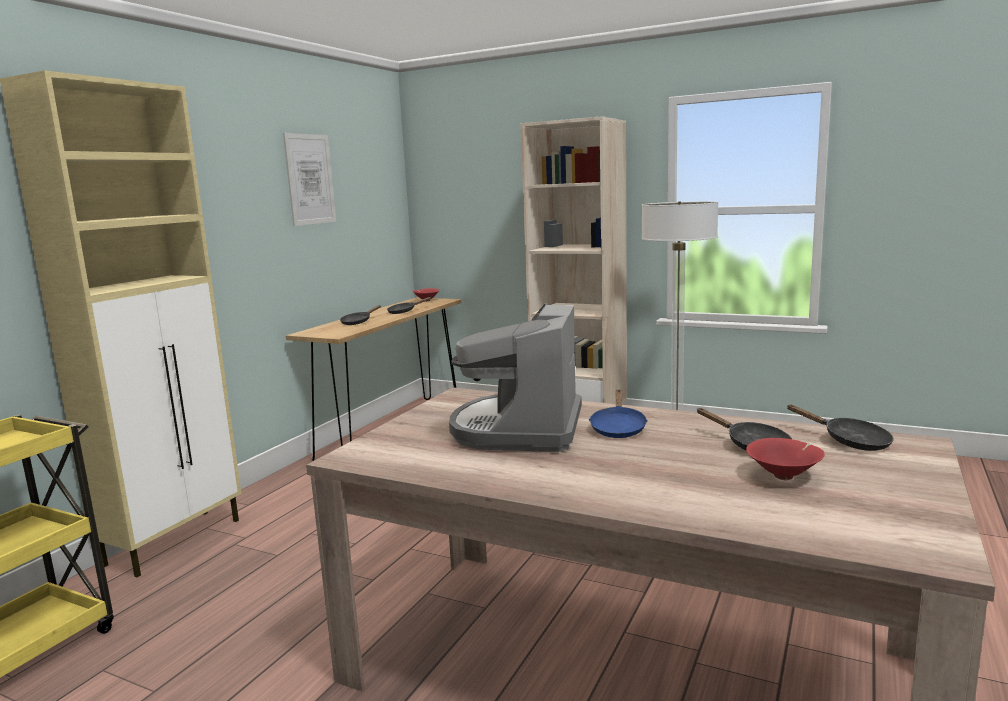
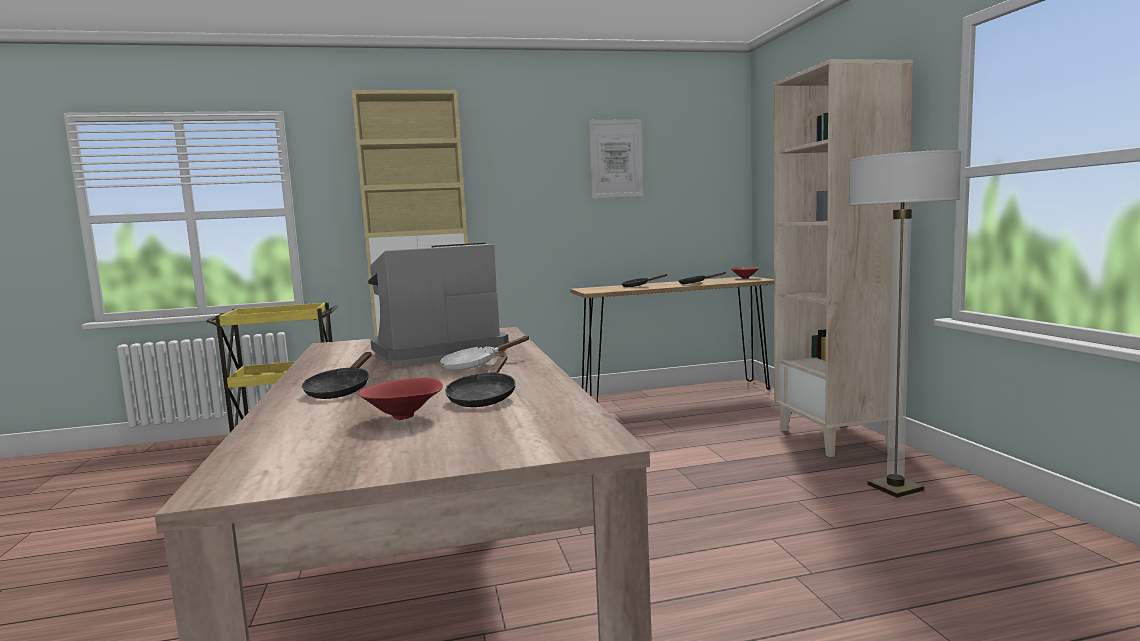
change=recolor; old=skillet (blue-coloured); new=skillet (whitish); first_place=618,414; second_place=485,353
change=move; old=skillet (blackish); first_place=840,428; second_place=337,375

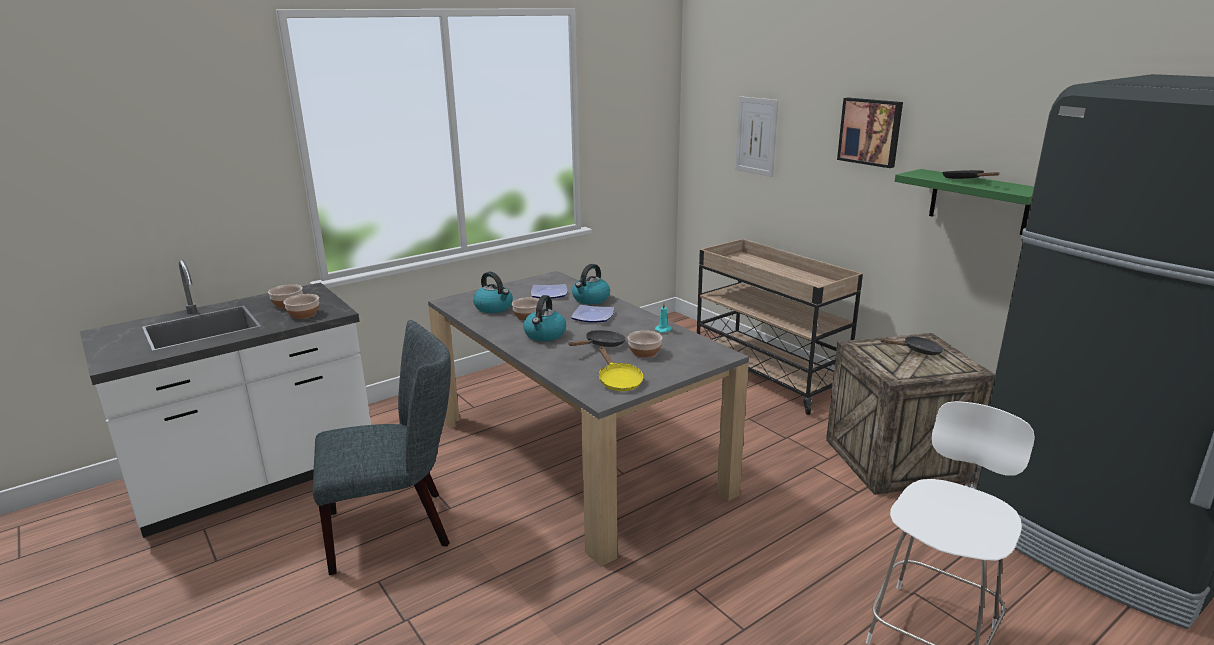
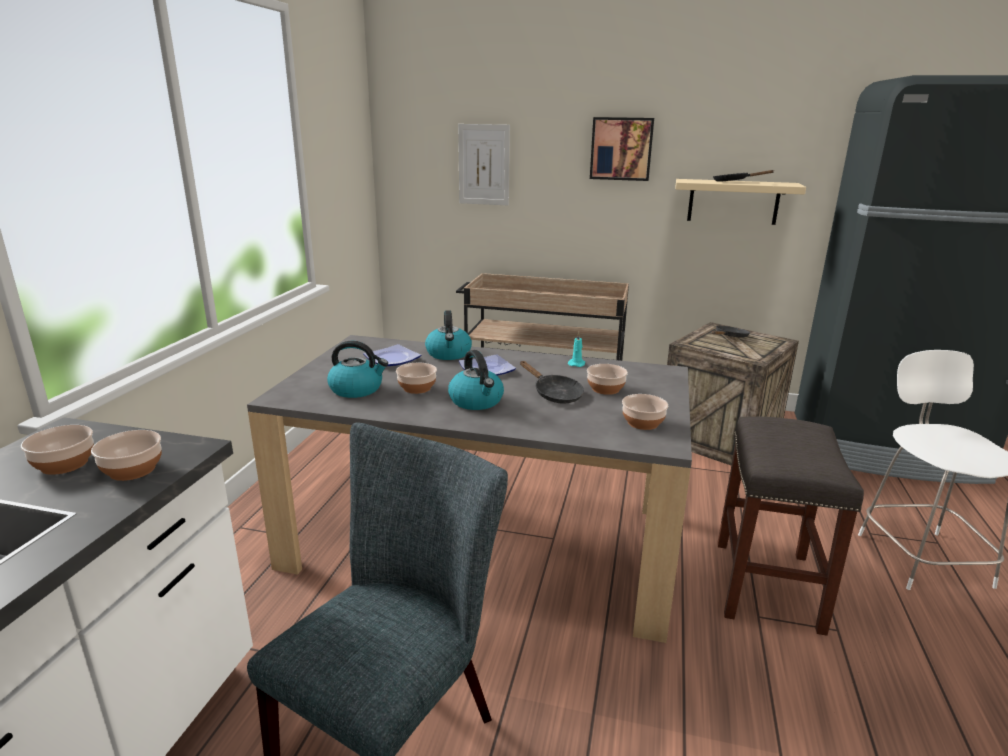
change=rotate; old=skillet (blackish); first_place=597,338; second_place=552,382; degrees=135
change=replace; old=skillet (yellow); new=serving bowl; first_place=621,369; second_place=645,412
change=recolor; old=shelf (greenish); new=shelf (beige); first_place=964,202; second_place=741,202
change=insert; new=stool (grey); second_place=790,526

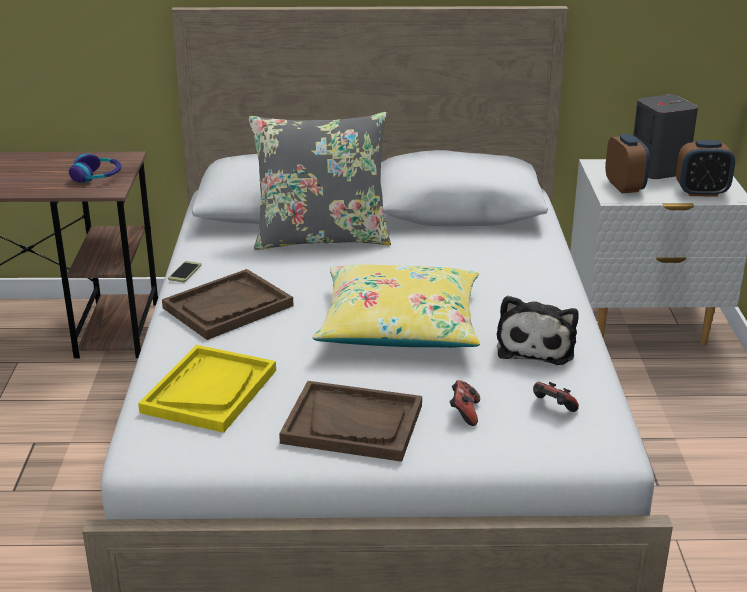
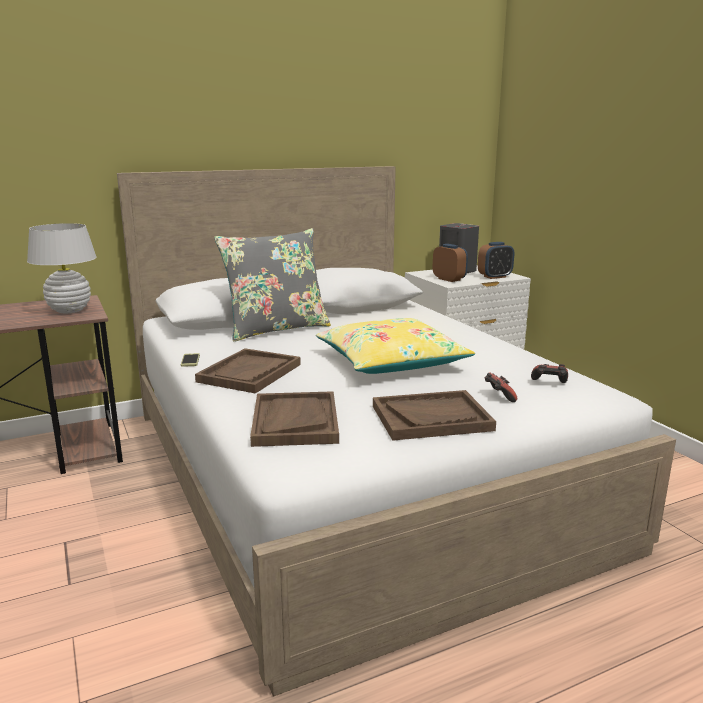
change=replace; old=pair of headphones; new=table lamp (whitish); first_place=95,168; second_place=62,268
change=recolor; old=serving tray (yellow); new=serving tray (brown-coloured); first_place=207,389; second_place=294,419
change=delete; old=cuddly toy; first_place=538,330

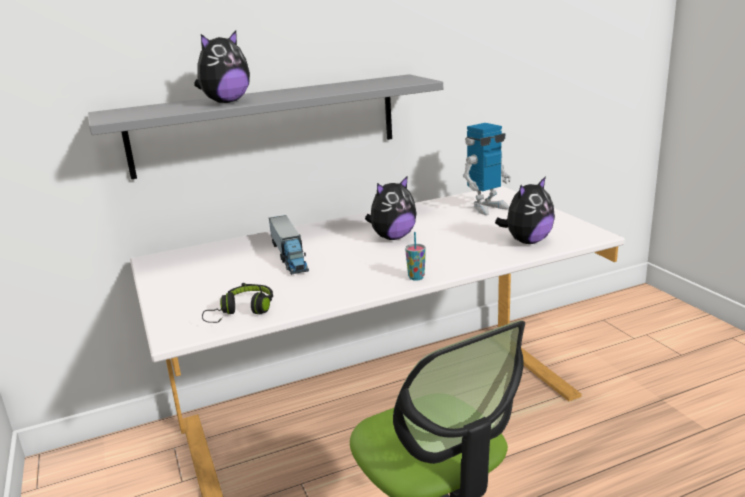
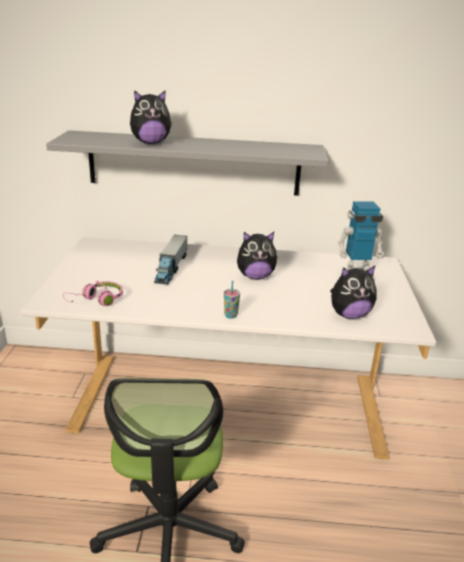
change=recolor; old=pair of headphones (blackish); new=pair of headphones (pink); first_place=237,303; second_place=93,293

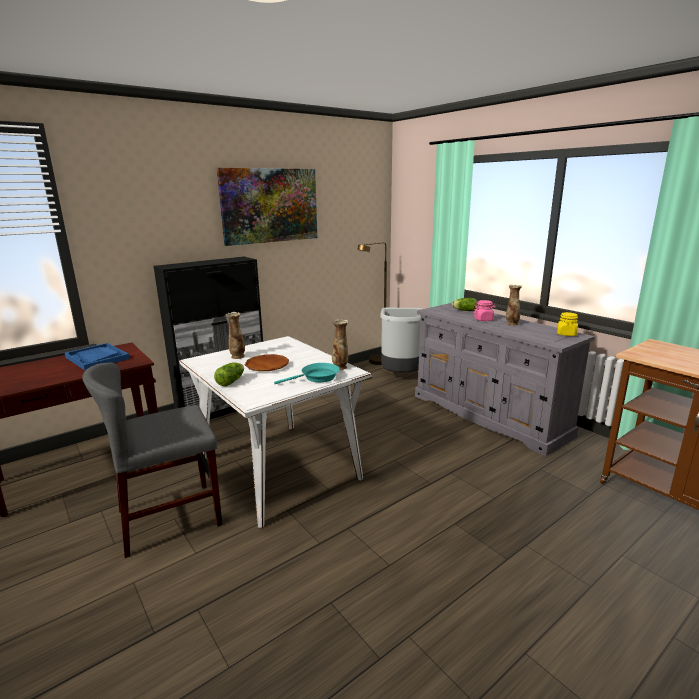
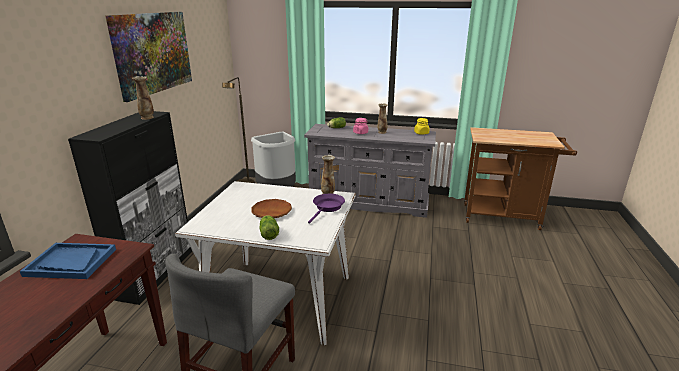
change=move; old=vase; first_place=235,335; second_place=143,98
change=recolor; old=skillet (turquoise-coloured); new=skillet (purple); first_place=307,373; second_place=326,209

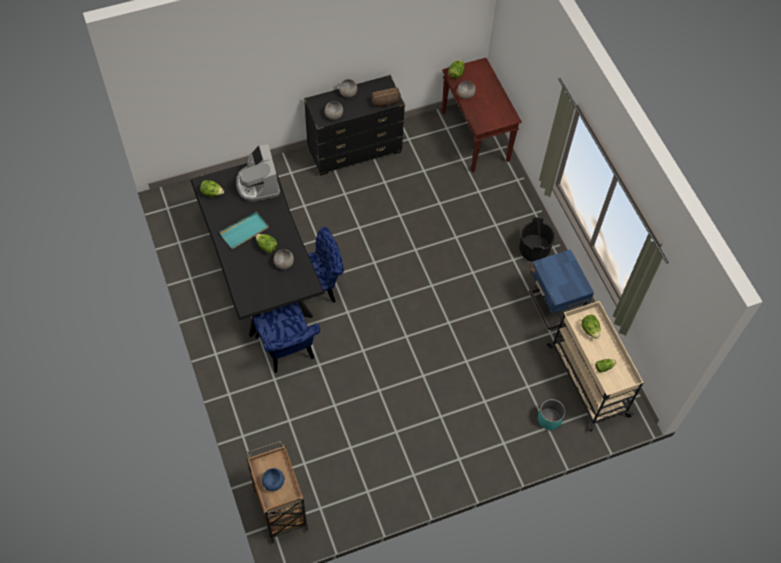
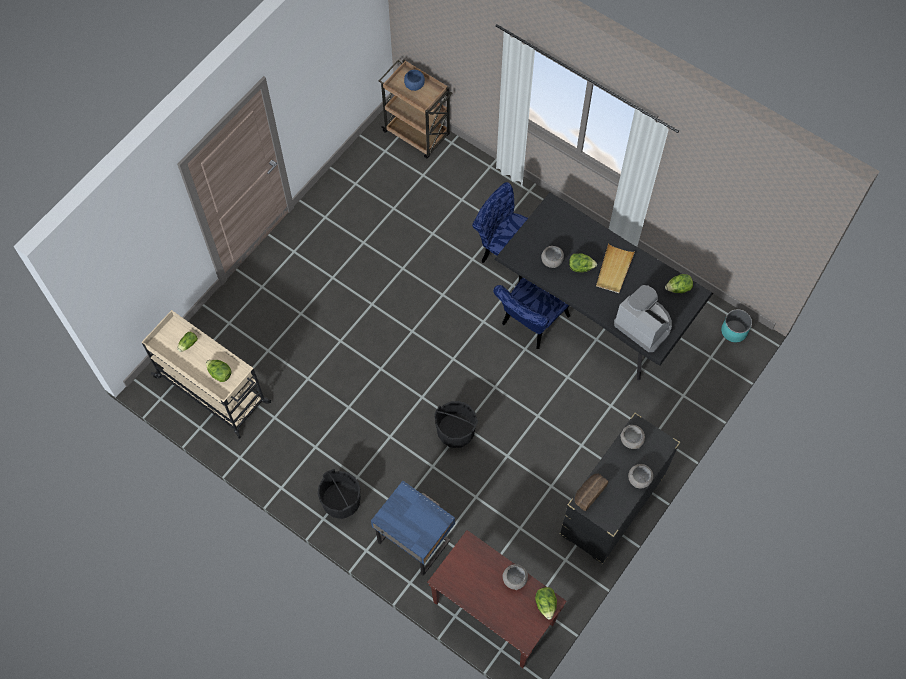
change=recolor; old=serving tray (turquoise-coloured); new=serving tray (beige); first_place=244,230; second_place=615,268
change=move; old=nightstand (blue-coloured); first_place=561,289; second_place=413,528
change=move; old=plant pot (turquoise-coloured); first_place=551,414; second_place=736,326
change=insert; new=pail (blackish); second_place=456,424

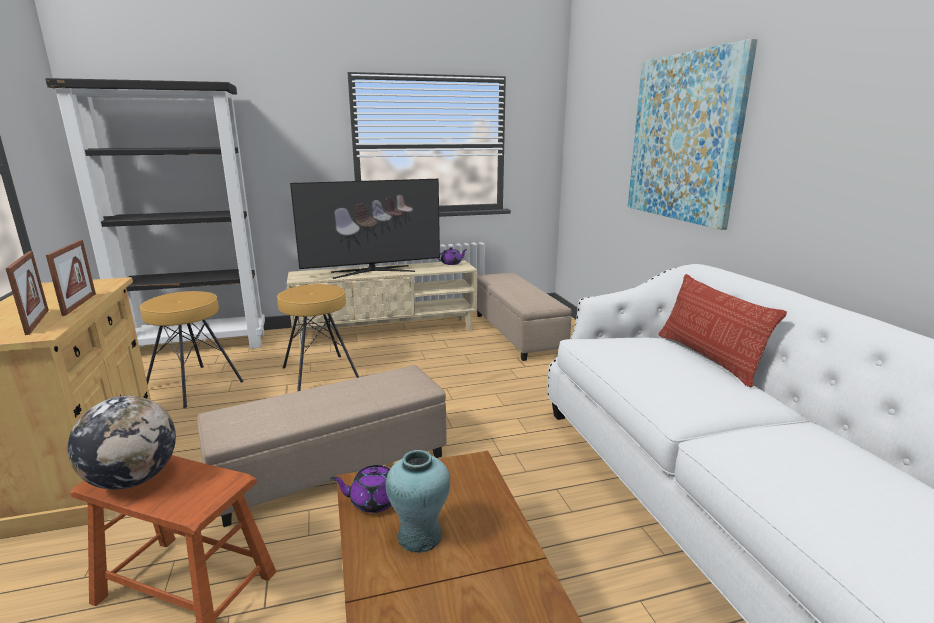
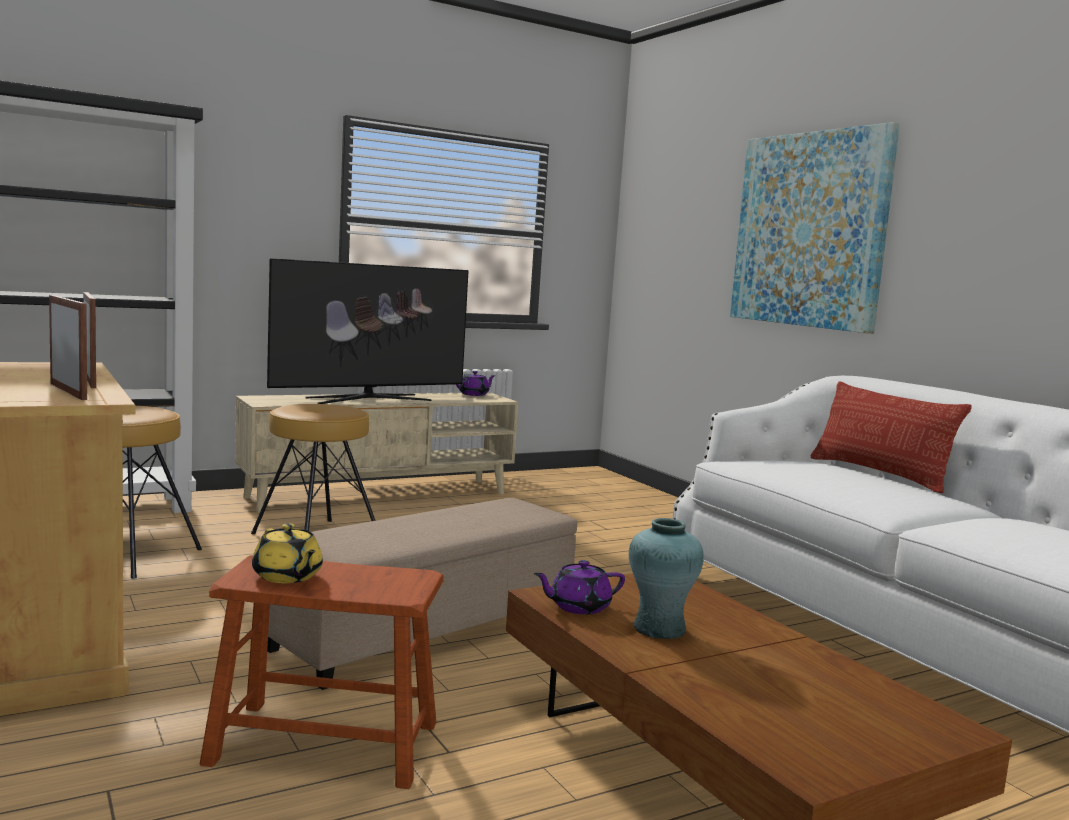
change=replace; old=desk globe; new=tea pot (yellow); first_place=121,443; second_place=287,553
change=delete; old=footrest (beige); first_place=524,317

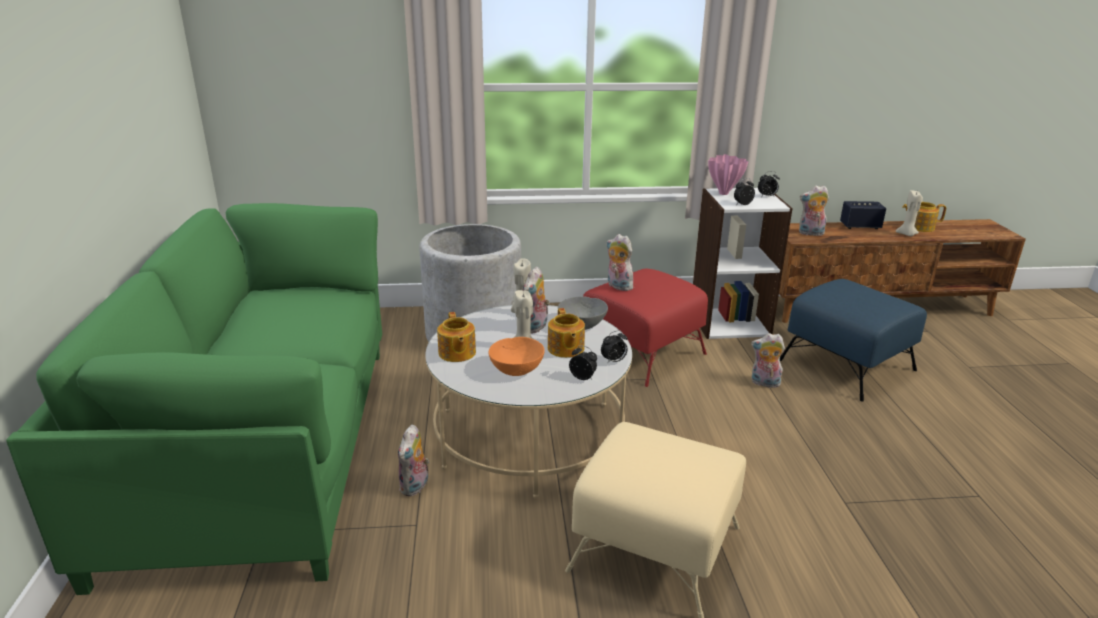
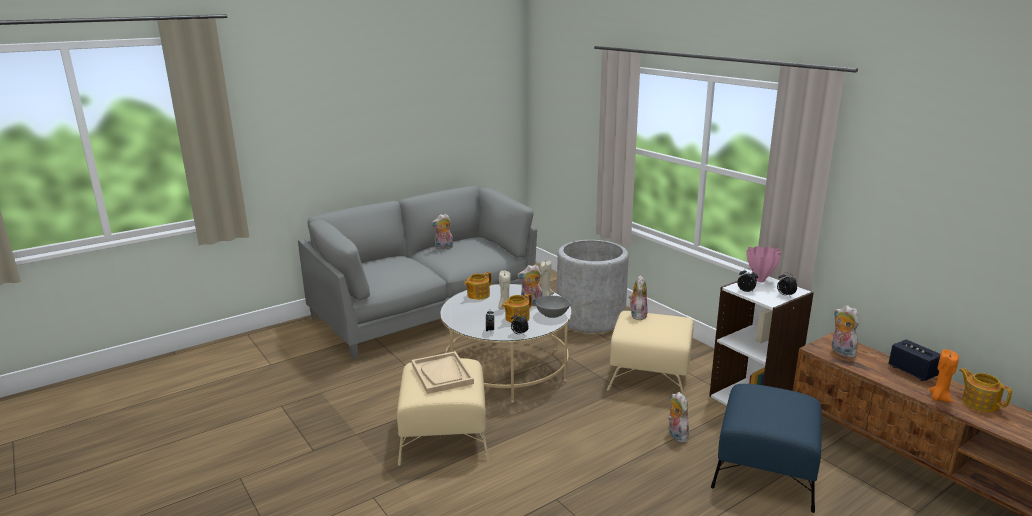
change=recolor; old=couch (greenish); new=couch (grey); first_place=194,399; second_place=417,272
change=move; old=cuddly toy; first_place=413,460; second_place=442,231
change=delete; old=serving bowl (orange); first_place=517,356
change=recolor; old=footrest (reddish); new=footrest (beige); first_place=645,328; second_place=650,353
change=recolor; old=wax light (beige); new=wax light (orange); first_place=909,213; second_place=944,375
change=insert; new=serving tray (beige); second_place=443,372

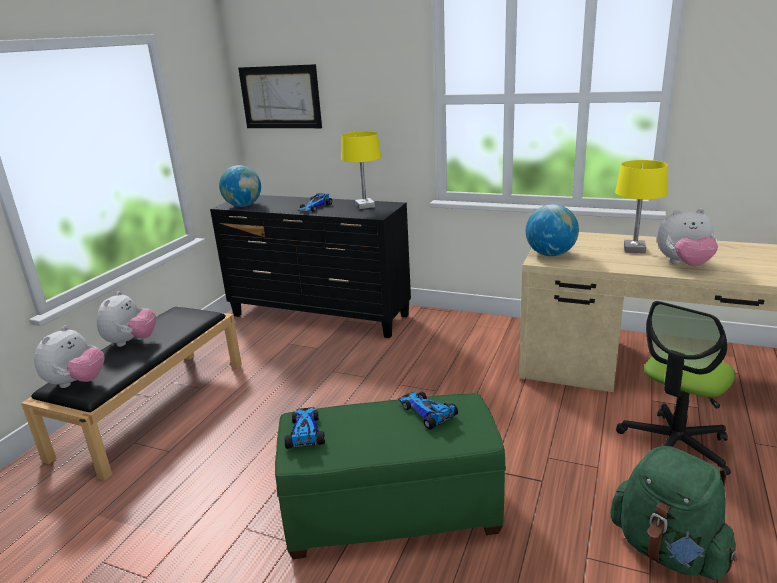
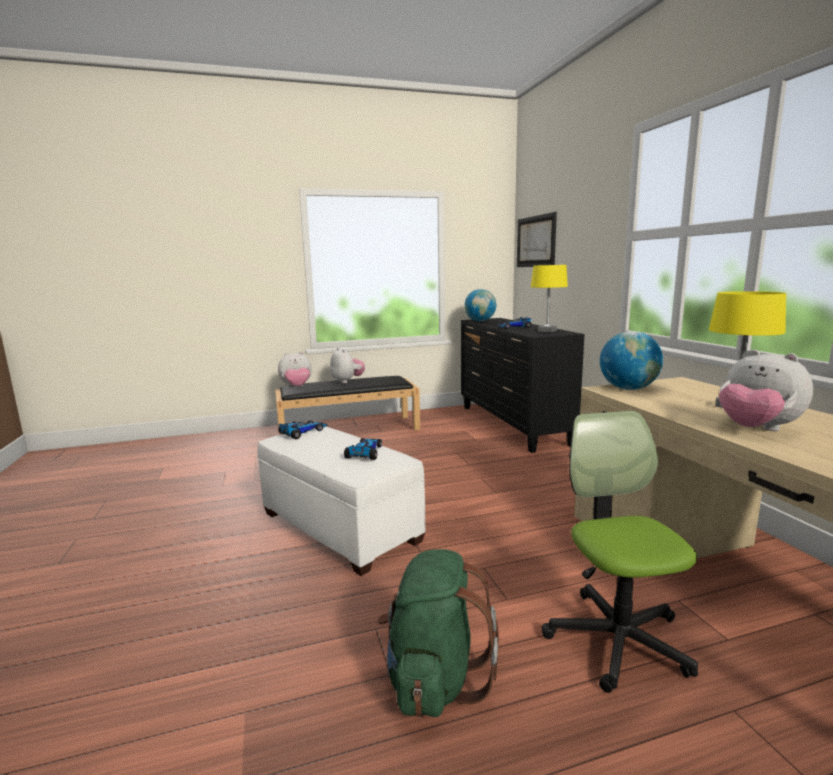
change=rotate; old=cuddly toy; first_place=126,319; second_place=347,365; degrees=-90
change=recolor; old=footrest (greenish); new=footrest (whitish); first_place=390,476; second_place=341,501
change=rotate; old=office chair; first_place=675,388; second_place=620,552; degrees=75

